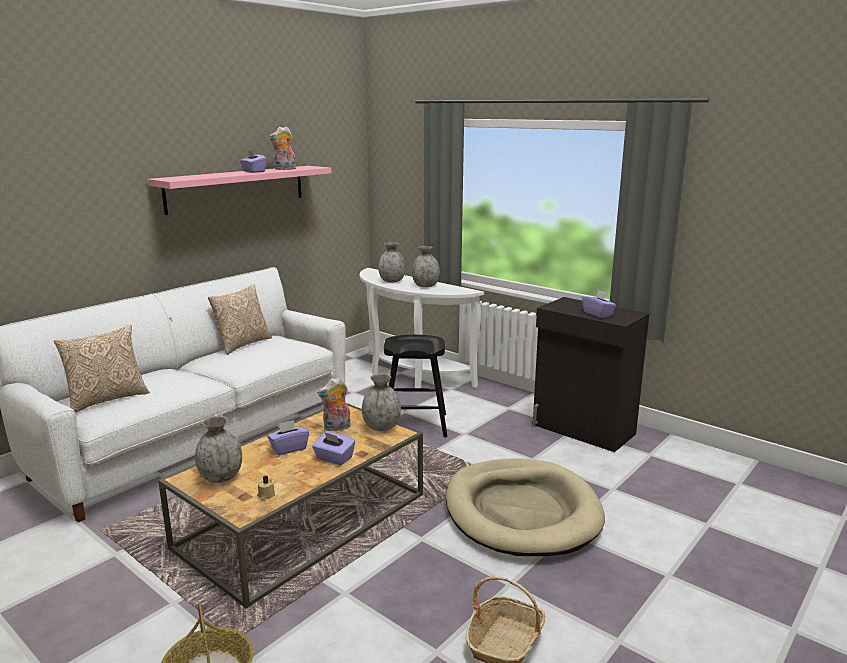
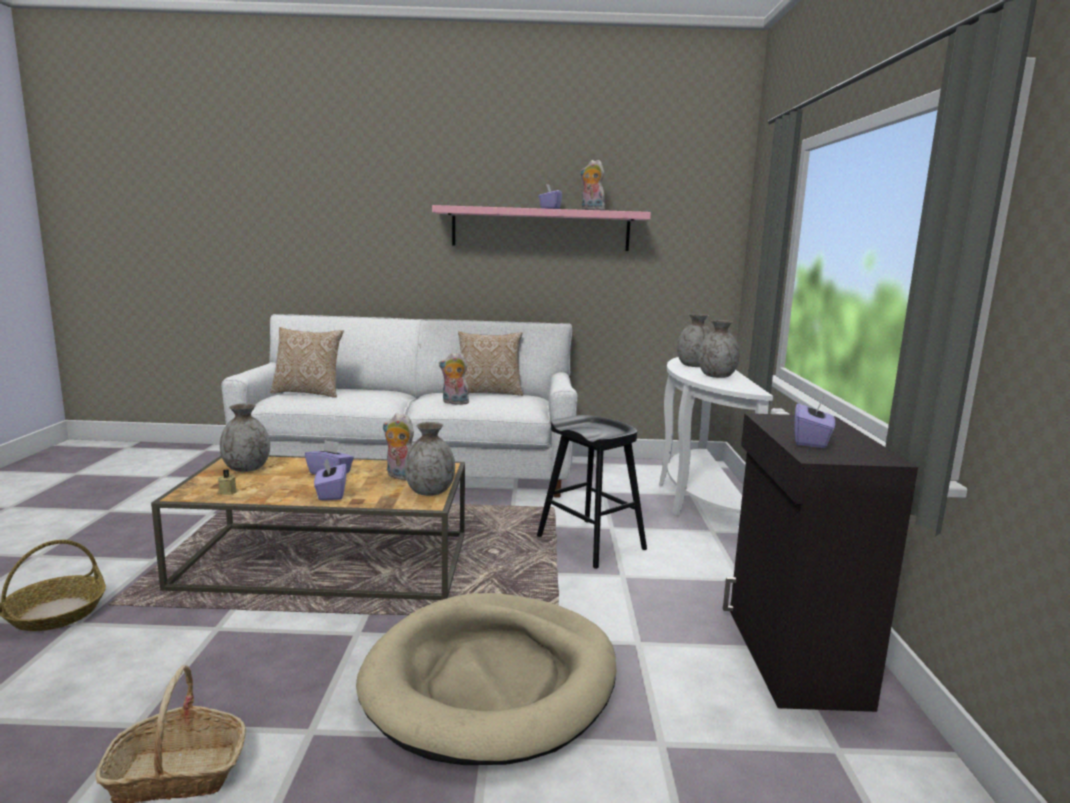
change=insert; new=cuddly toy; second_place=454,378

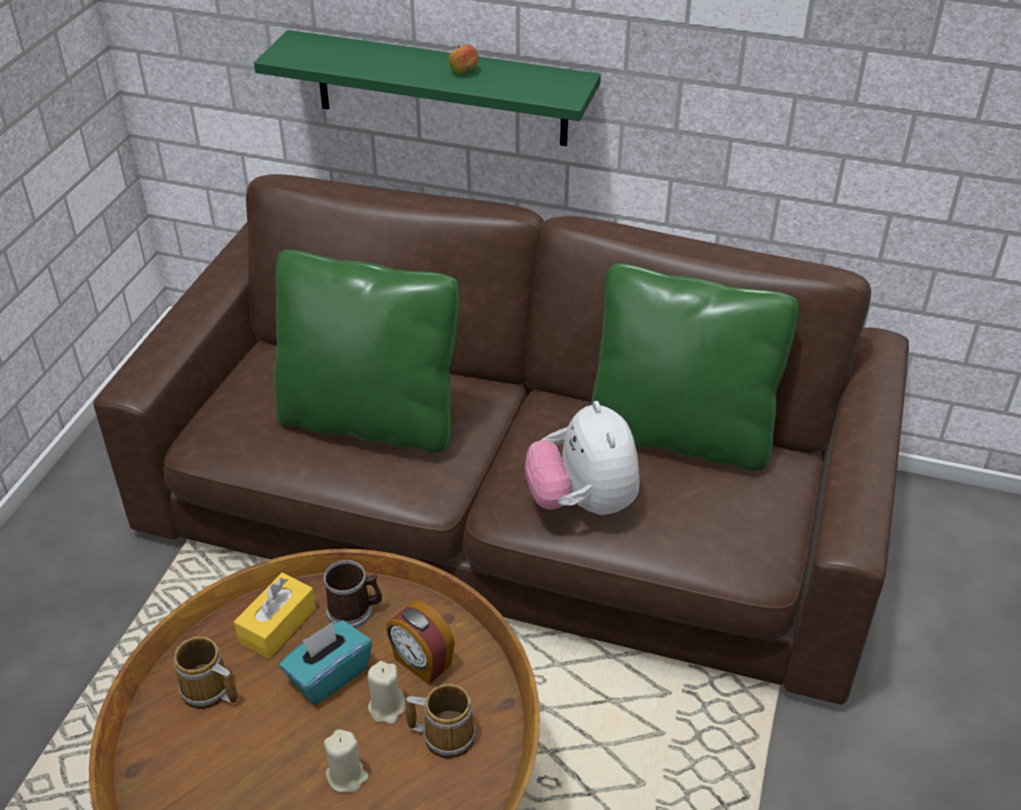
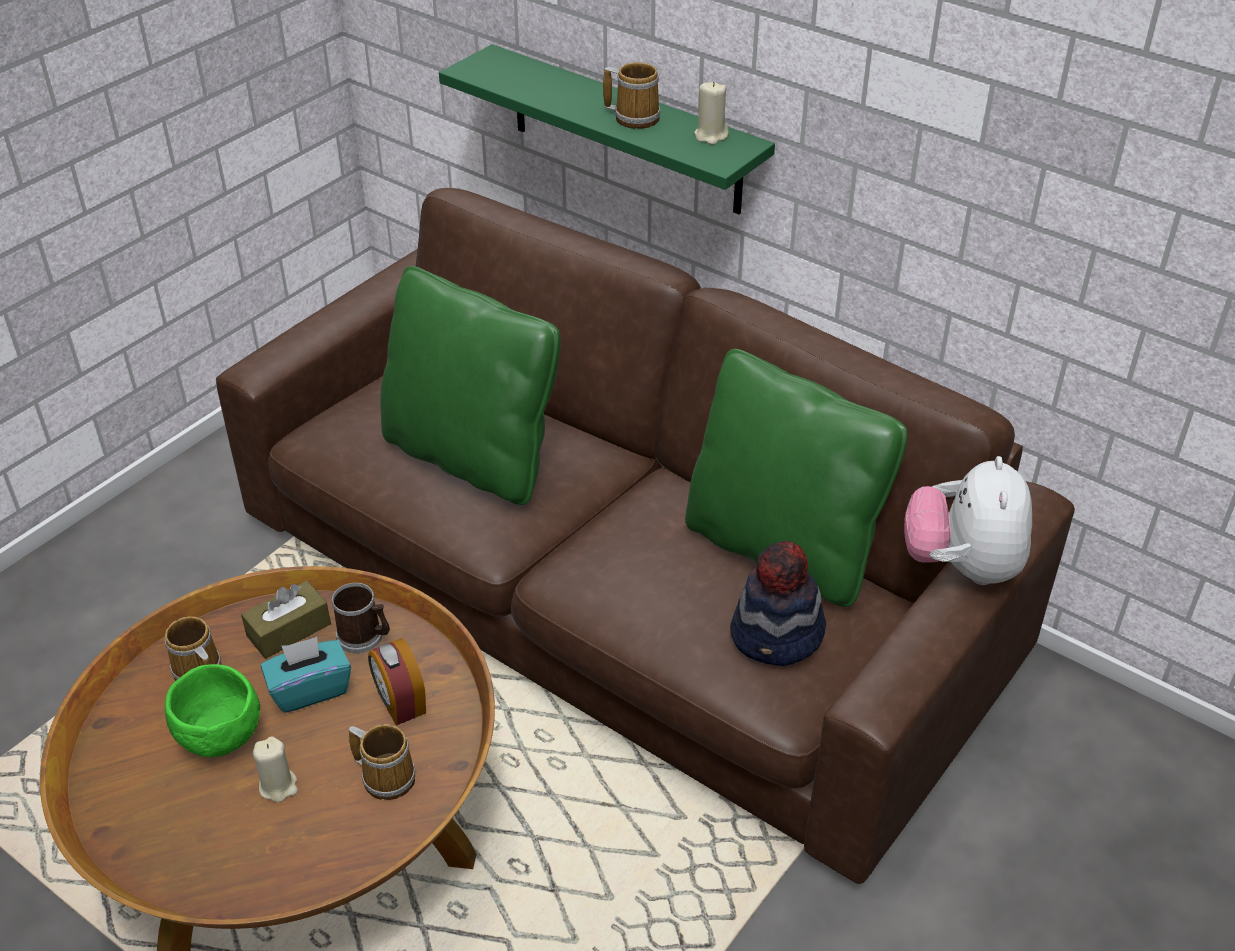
change=recolor; old=tissue holder (yellow); new=tissue holder (brown-coloured); first_place=275,616; second_place=286,620
change=move; old=wax light (beige); first_place=387,692; second_place=711,113
change=replace; old=whole apple; new=coffee mug; first_place=463,59; second_place=631,95
change=move; old=cuddly toy; first_place=582,458; second_place=968,520
change=insert; new=serving bowl (greenish); second_place=212,710
change=insert; new=hat; second_place=778,603

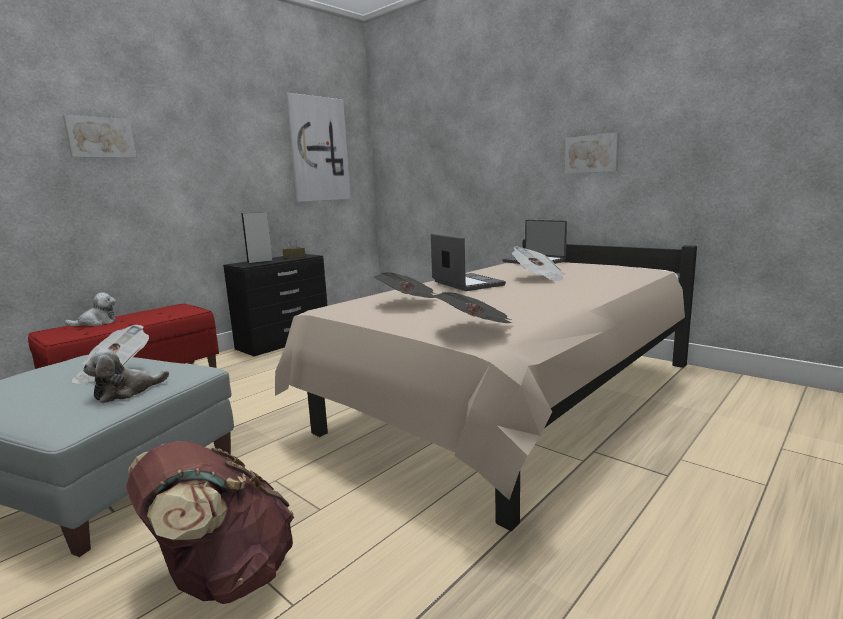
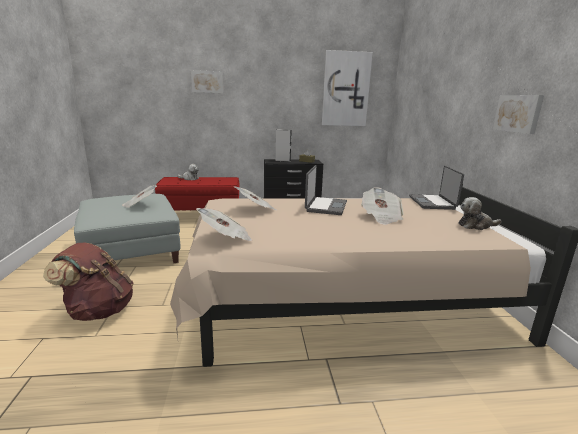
change=move; old=cuddly toy; first_place=126,376; second_place=479,213

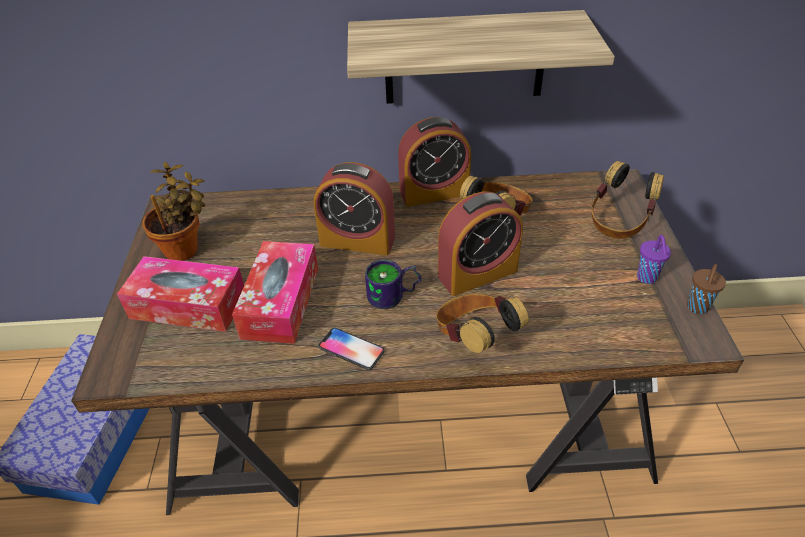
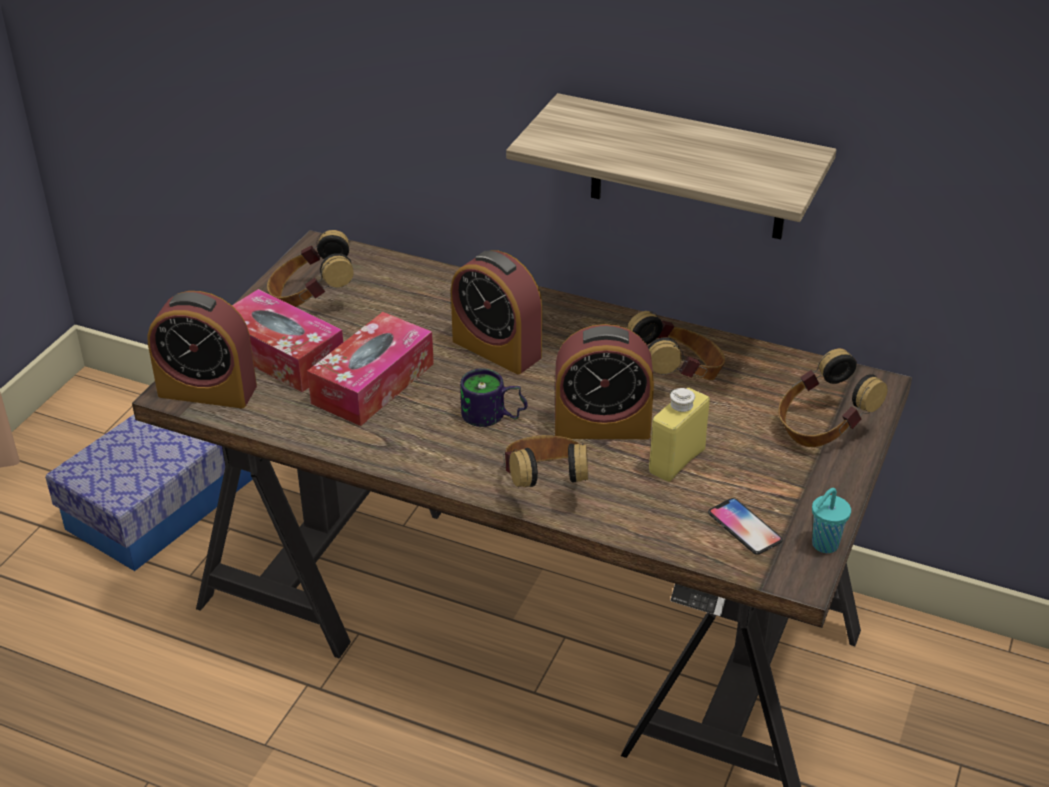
change=replace; old=potted plant; new=pair of headphones; first_place=173,211; second_place=310,268
change=move; old=telephone; first_place=351,349; second_place=745,526
change=move; old=table clock; first_place=434,162; second_place=202,349
change=delete; old=drinking cup (purple); first_place=654,259
change=recolor; old=drinking cup (brown-coloured); new=drinking cup (turquoise-coloured); first_place=706,289; second_place=831,520
change=insert; new=drink bottle (yellow); second_place=679,435

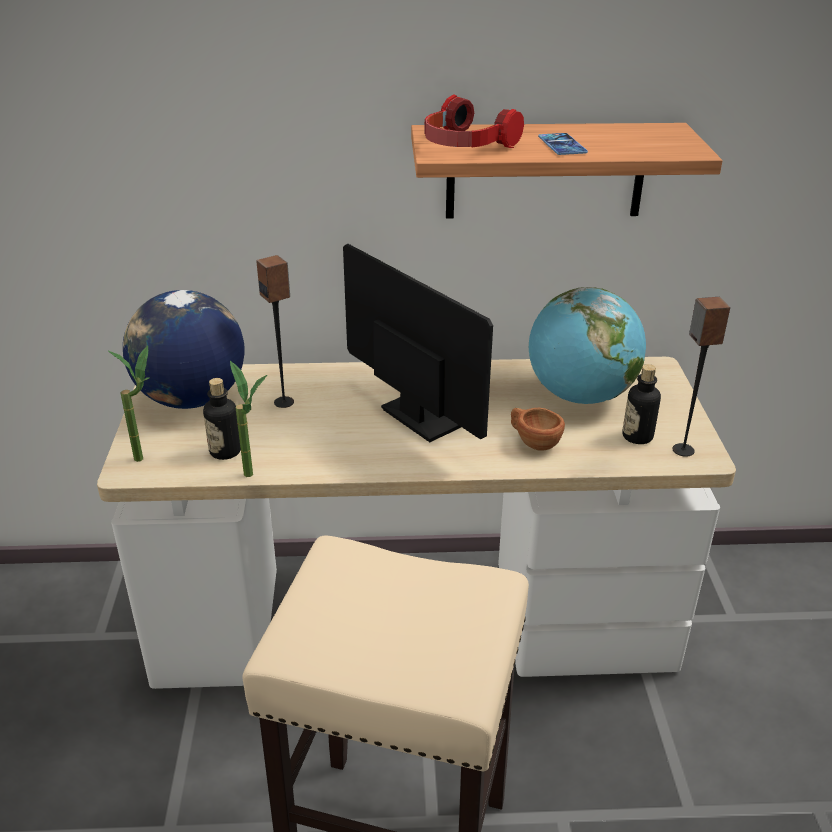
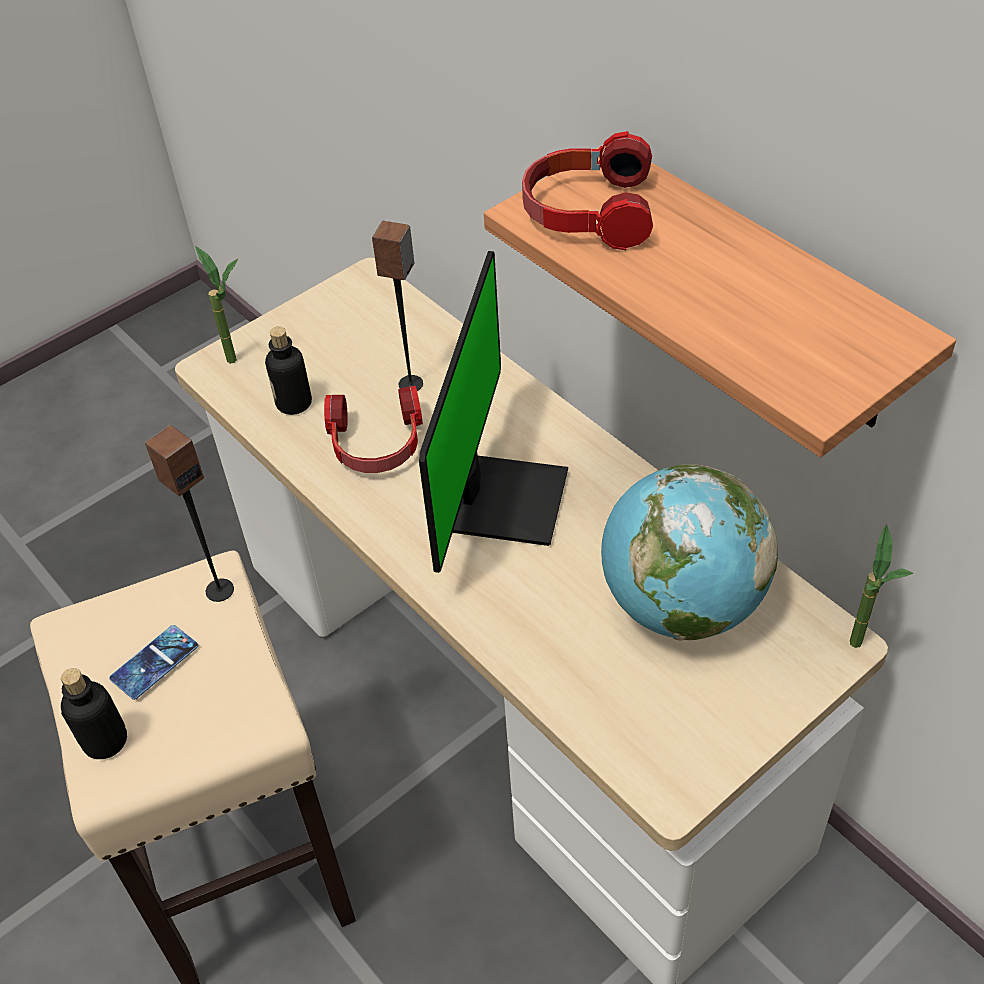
change=delete; old=desk globe; first_place=184,349
change=move; old=potted plant; first_place=248,419; second_place=881,586
change=delete; old=drinking cup (brown-coloured); first_place=538,429
change=move; old=telephone; first_place=563,144; second_place=153,662
change=move; old=drink bottle; first_place=641,404; second_place=94,713
change=move; old=audio speaker; first_place=701,377; second_place=189,513
change=insert; new=pair of headphones; second_place=373,429

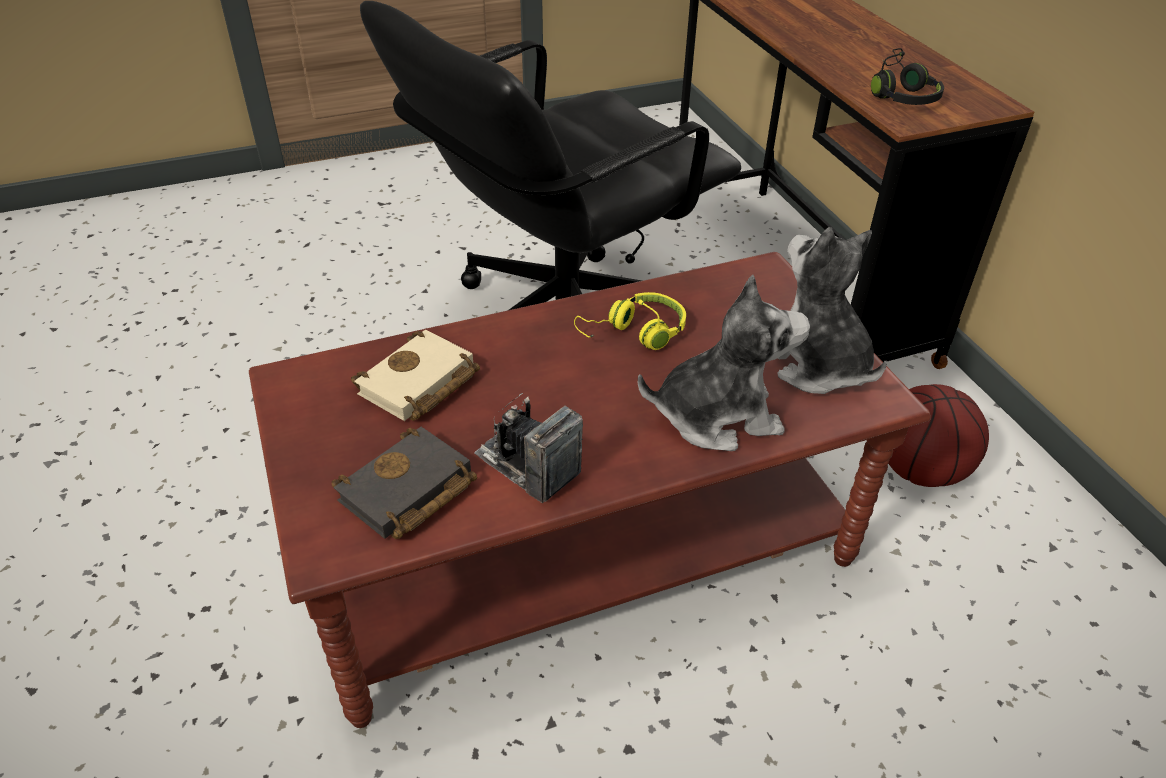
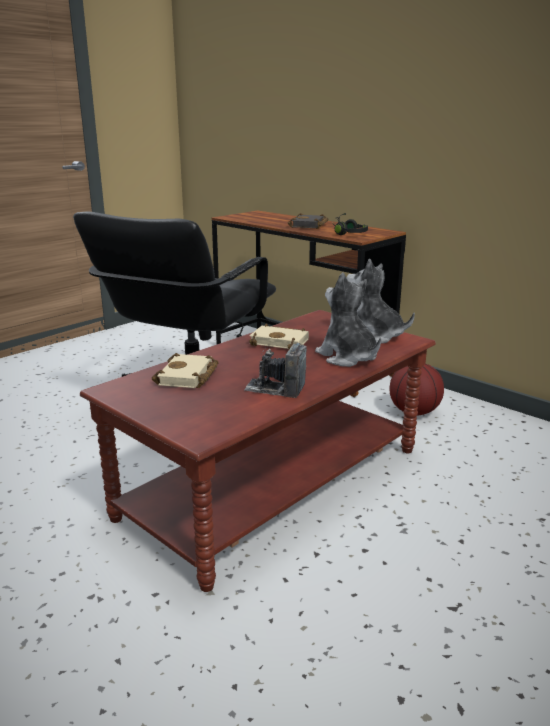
change=move; old=book (blackish); first_place=404,483; second_place=308,221
change=replace; old=pair of headphones (yellow); new=book (beige); first_place=630,321; second_place=279,336
change=rotate; old=cuddly toy; first_place=724,363; second_place=348,320; degrees=-90

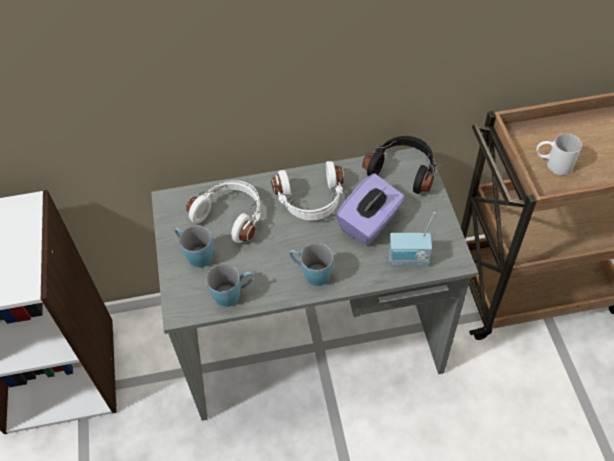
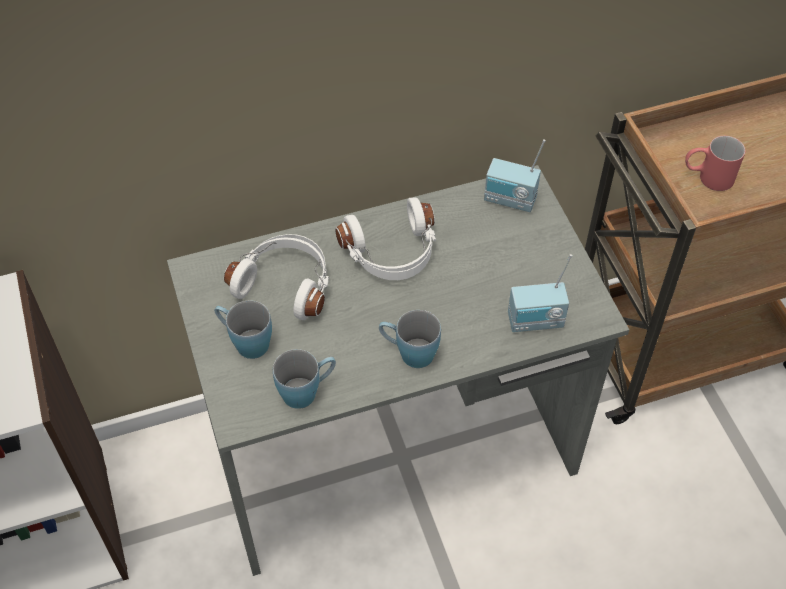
change=delete; old=tissue holder (purple); first_place=370,209
change=replace; old=pair of headphones (blackish); new=radio receiver; first_place=399,165; second_place=515,175
change=recolor; old=coffee mug (whitish); new=coffee mug (reddish); first_place=559,154; second_place=715,163

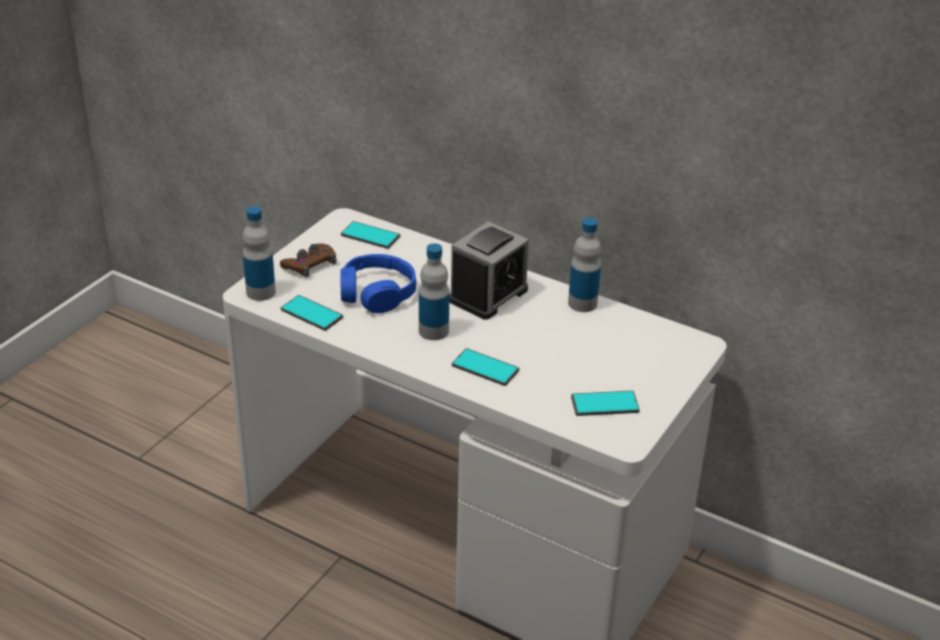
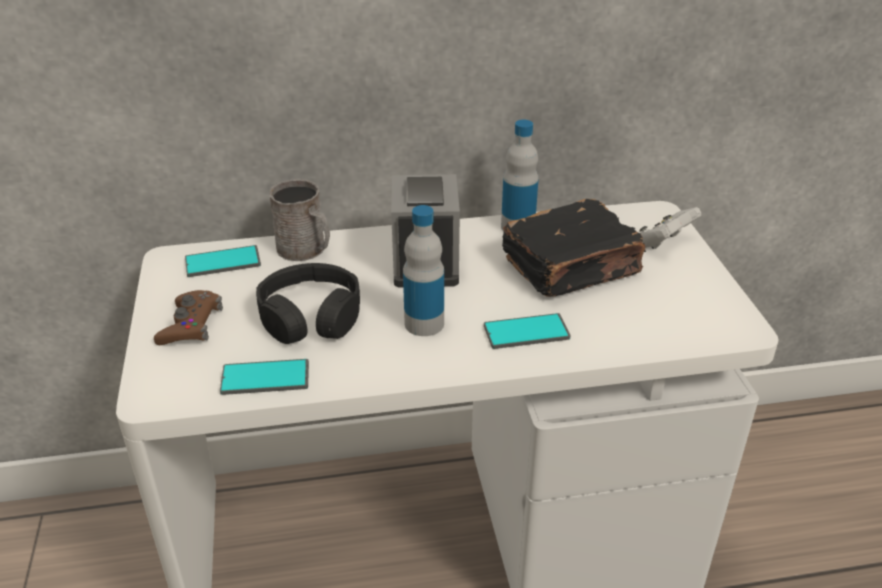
change=delete; old=drink bottle; first_place=259,253
change=recolor; old=pair of headphones (blue-coloured); new=pair of headphones (blackish); first_place=378,283; second_place=308,303
change=delete; old=telephone; first_place=605,403
change=insert; new=coffee mug (grey); second_place=300,220
change=insert; new=book (blackish); second_place=574,248
change=insert; new=game controller (whitish); second_place=670,228

